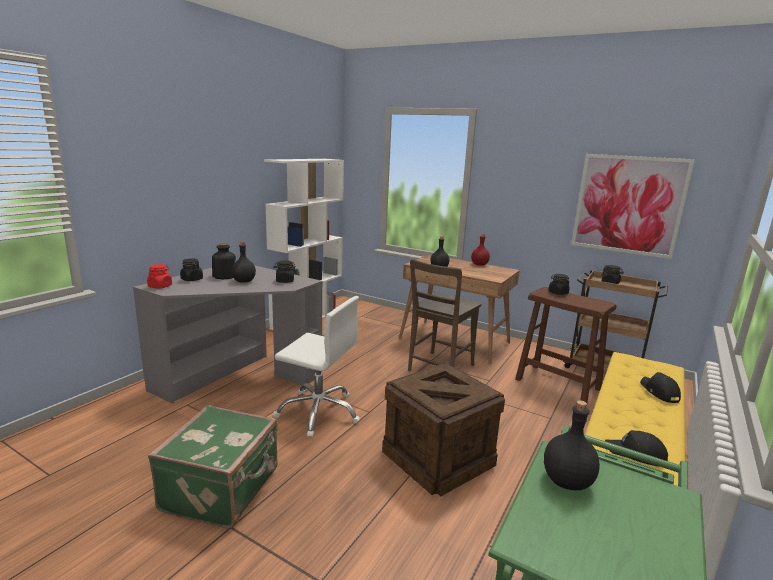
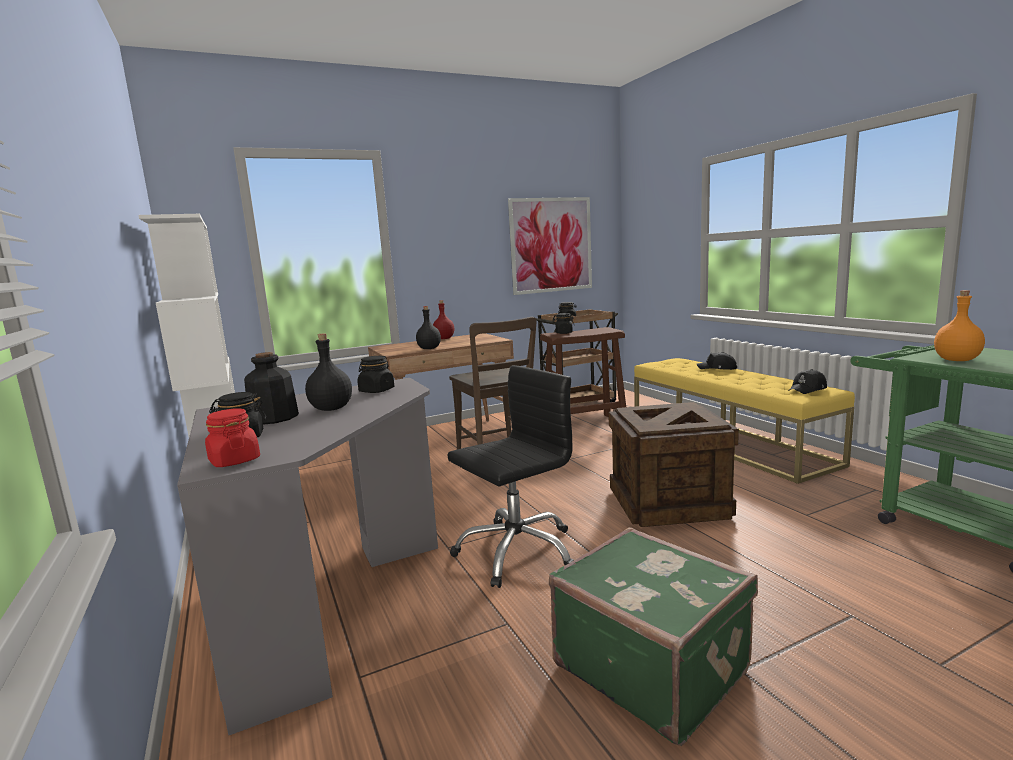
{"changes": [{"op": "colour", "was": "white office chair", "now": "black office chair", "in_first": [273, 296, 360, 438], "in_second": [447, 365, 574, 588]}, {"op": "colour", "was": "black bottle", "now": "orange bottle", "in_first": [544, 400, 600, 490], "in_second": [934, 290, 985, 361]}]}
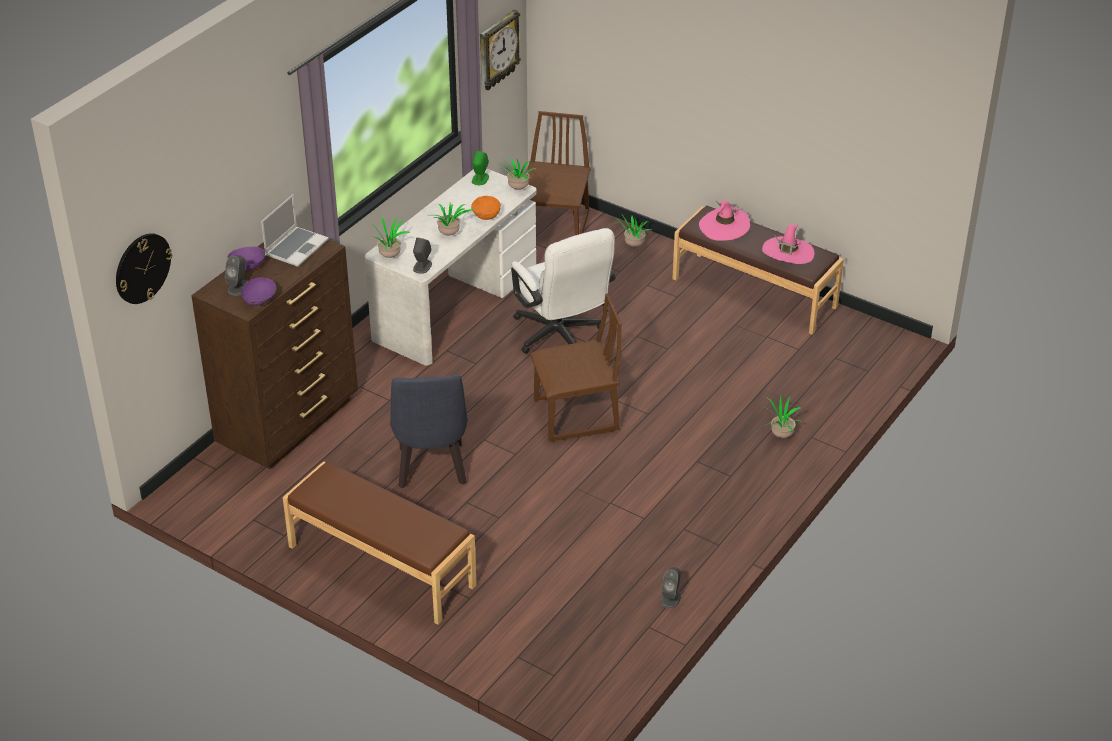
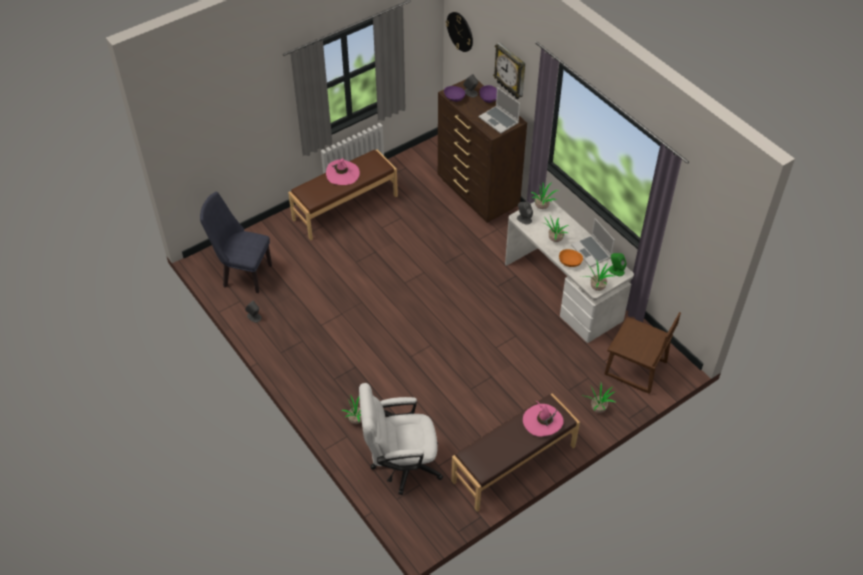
{"changes": [{"op": "missing", "was": "brown chair", "in_first": [530, 293, 622, 442]}, {"op": "appeared", "now": "laptop", "in_second": [571, 218, 615, 267]}, {"op": "relocated", "was": "blue chair", "in_first": [390, 374, 468, 488], "in_second": [200, 192, 272, 293]}, {"op": "relocated", "was": "wall clock", "in_first": [480, 9, 521, 90], "in_second": [493, 42, 525, 99]}, {"op": "relocated", "was": "white office chair", "in_first": [511, 228, 616, 354], "in_second": [359, 383, 443, 495]}, {"op": "relocated", "was": "pink hat", "in_first": [762, 224, 814, 264], "in_second": [326, 157, 360, 185]}]}
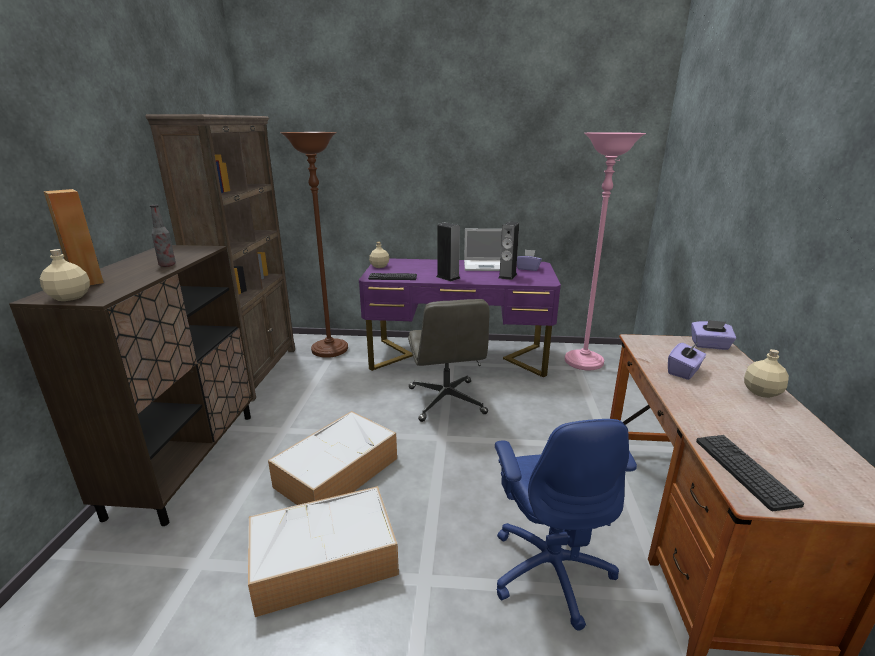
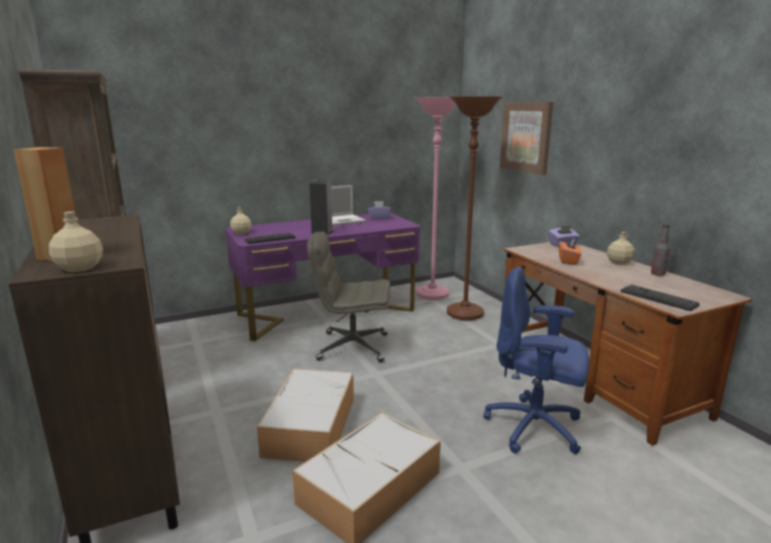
{"changes": [{"op": "missing", "was": "speaker", "in_first": [499, 221, 519, 280]}, {"op": "appeared", "now": "picture", "in_second": [500, 102, 553, 175]}, {"op": "relocated", "was": "bottle", "in_first": [150, 205, 176, 267], "in_second": [651, 224, 670, 276]}, {"op": "relocated", "was": "brown floor lamp", "in_first": [280, 132, 348, 358], "in_second": [447, 96, 503, 321]}, {"op": "colour", "was": "purple tissue box", "now": "orange tissue box", "in_first": [668, 343, 706, 380], "in_second": [559, 238, 581, 264]}, {"op": "spun", "was": "grey office chair", "in_first": [408, 299, 490, 422], "in_second": [307, 232, 391, 362], "clockwise": 135}, {"op": "spun", "was": "blue office chair", "in_first": [495, 419, 637, 631], "in_second": [483, 267, 589, 454], "clockwise": 150}]}
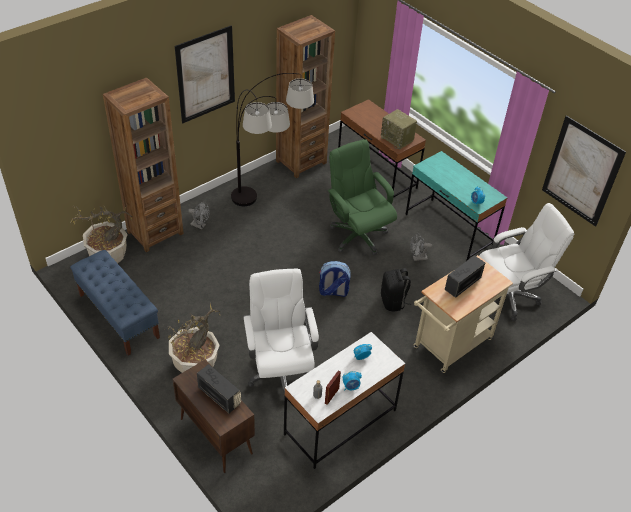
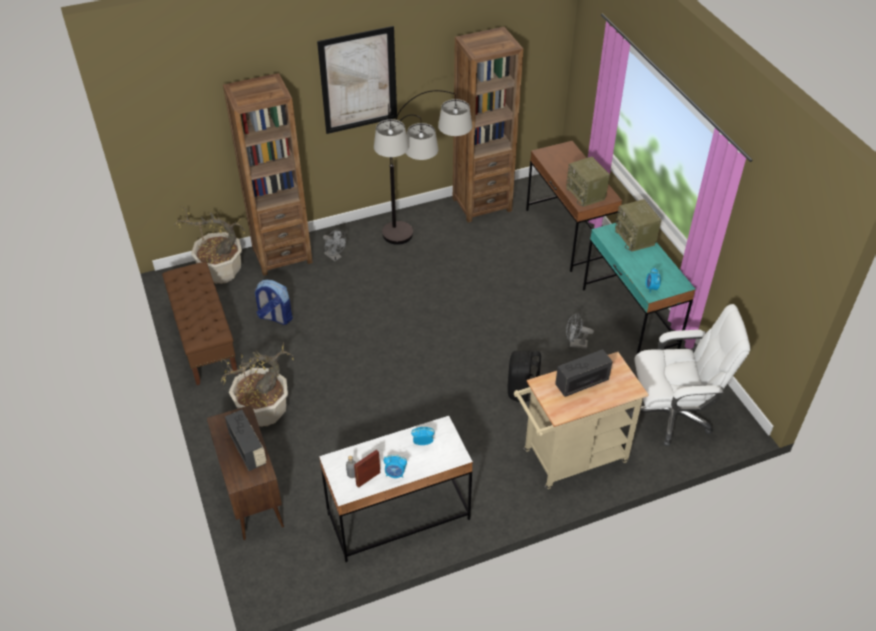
{"changes": [{"op": "missing", "was": "white office chair", "in_first": [243, 269, 319, 402]}, {"op": "missing", "was": "green office chair", "in_first": [327, 139, 397, 255]}, {"op": "missing", "was": "picture", "in_first": [542, 115, 626, 227]}, {"op": "appeared", "now": "radio", "in_second": [615, 199, 661, 252]}, {"op": "relocated", "was": "backpack", "in_first": [319, 261, 351, 297], "in_second": [255, 280, 293, 325]}, {"op": "colour", "was": "blue bench", "now": "brown bench", "in_first": [70, 250, 160, 356], "in_second": [162, 262, 238, 385]}]}
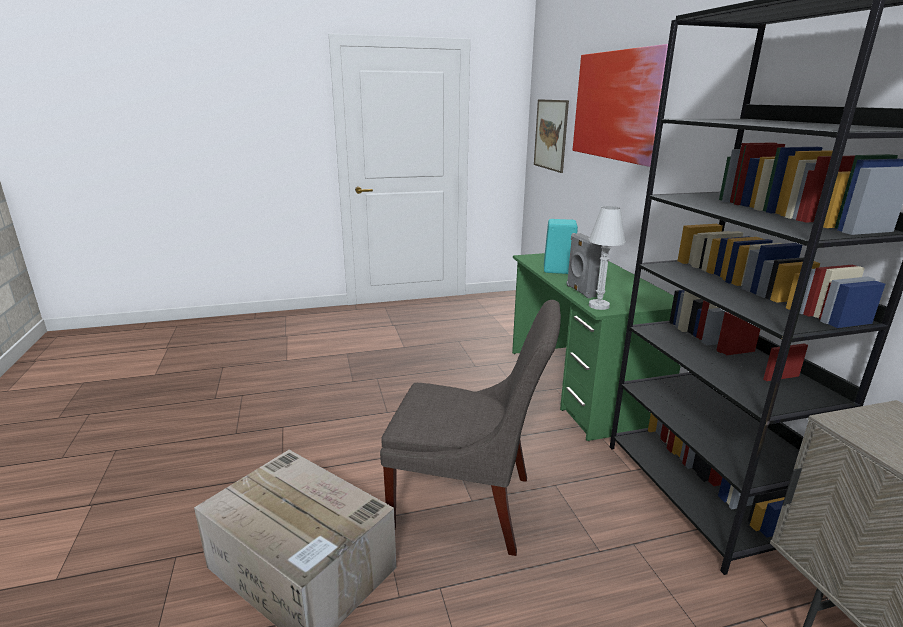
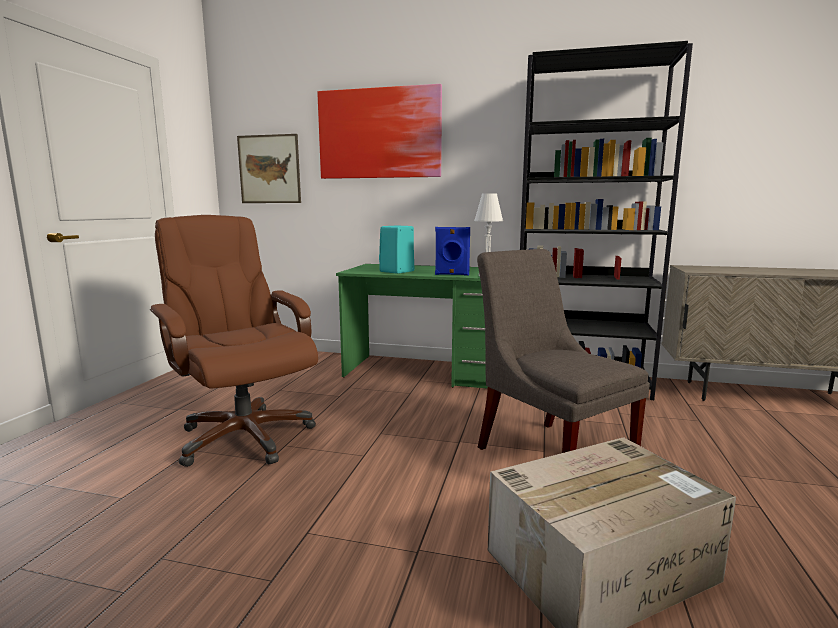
{"changes": [{"op": "appeared", "now": "brown office chair", "in_second": [150, 215, 318, 467]}, {"op": "colour", "was": "grey speaker", "now": "blue speaker", "in_first": [566, 233, 602, 298], "in_second": [435, 227, 470, 276]}, {"op": "spun", "was": "grey chair", "in_first": [380, 300, 561, 556], "in_second": [477, 249, 650, 453], "clockwise": -75}]}
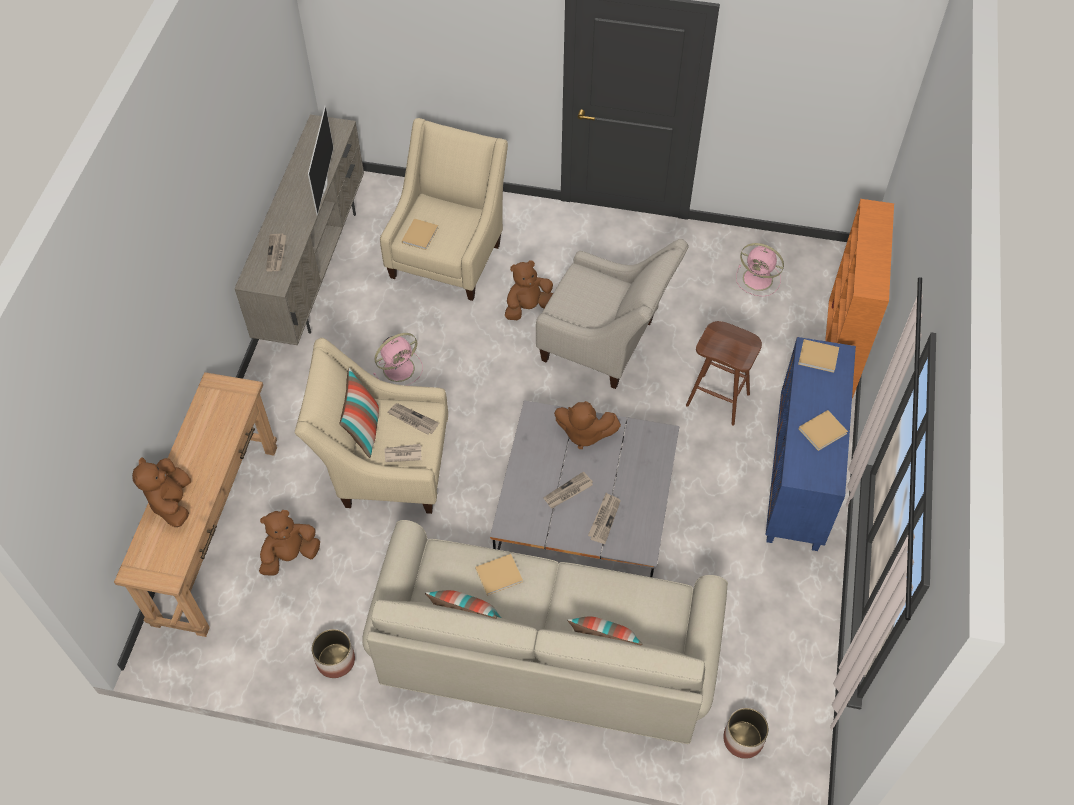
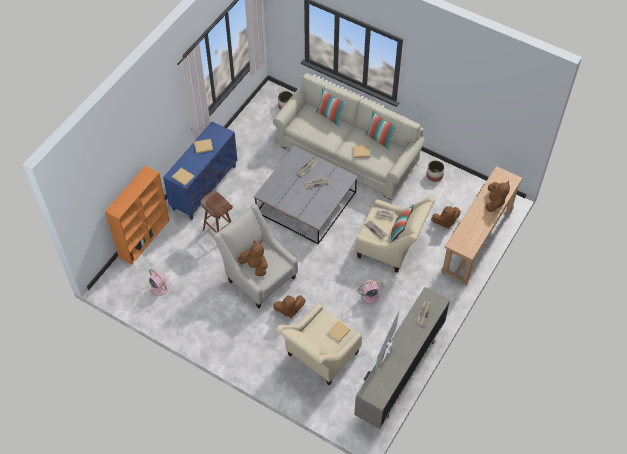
{"changes": [{"op": "relocated", "was": "brown plush toy", "in_first": [554, 401, 621, 449], "in_second": [238, 241, 268, 276]}]}
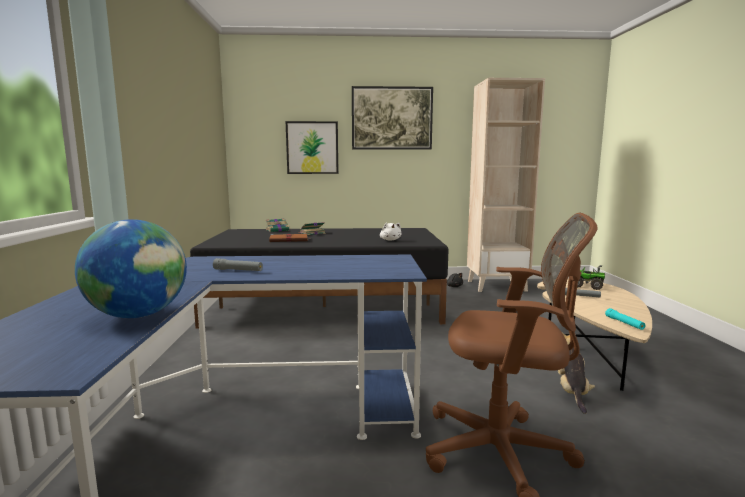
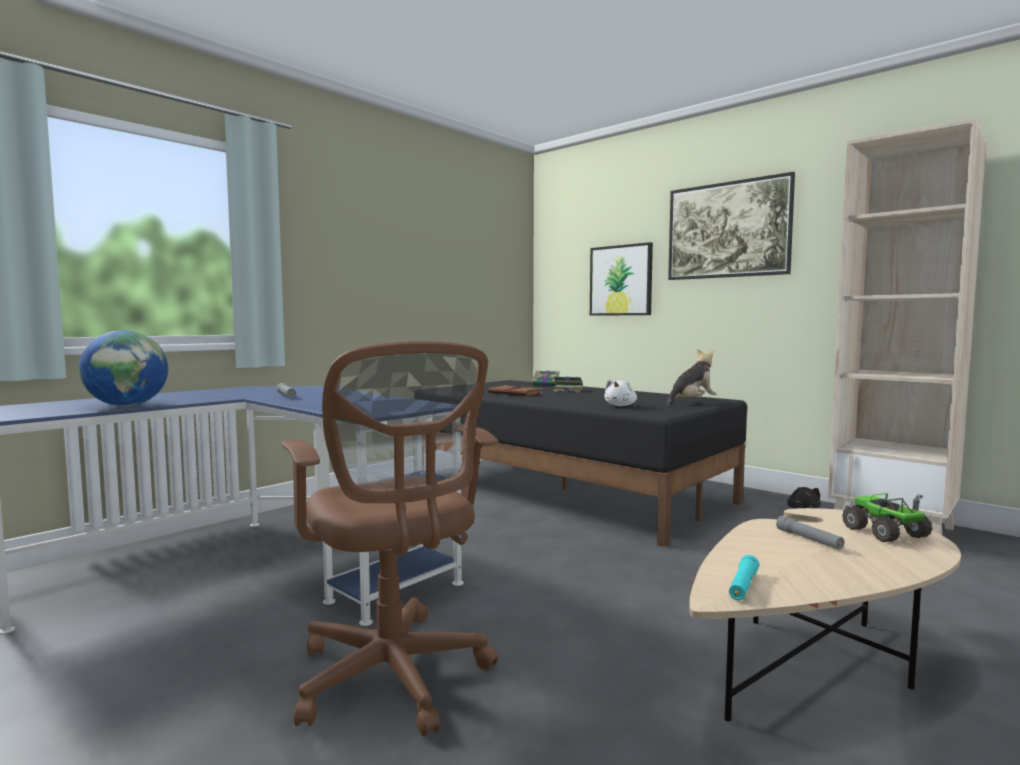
{"changes": [{"op": "relocated", "was": "plush toy", "in_first": [558, 333, 595, 414], "in_second": [667, 349, 717, 406]}]}
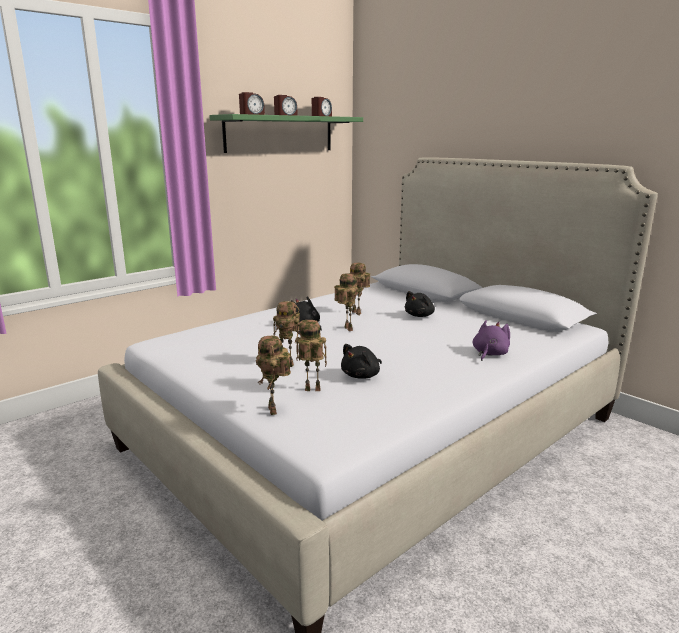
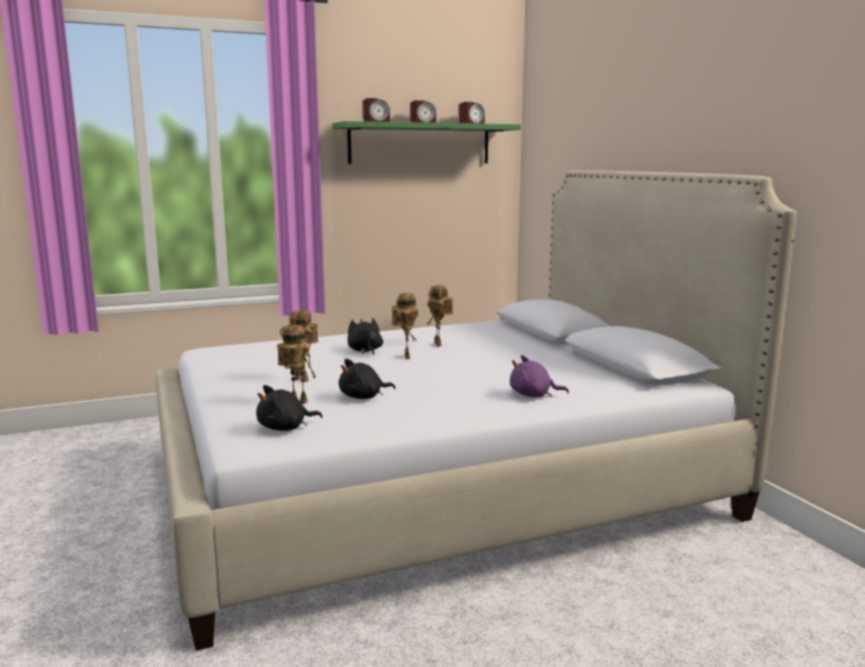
{"changes": [{"op": "missing", "was": "toy robot", "in_first": [256, 336, 291, 415]}, {"op": "relocated", "was": "black plush toy", "in_first": [405, 291, 435, 317], "in_second": [256, 385, 323, 431]}, {"op": "spun", "was": "purple plush toy", "in_first": [473, 320, 510, 361], "in_second": [510, 355, 569, 397], "clockwise": -135}]}
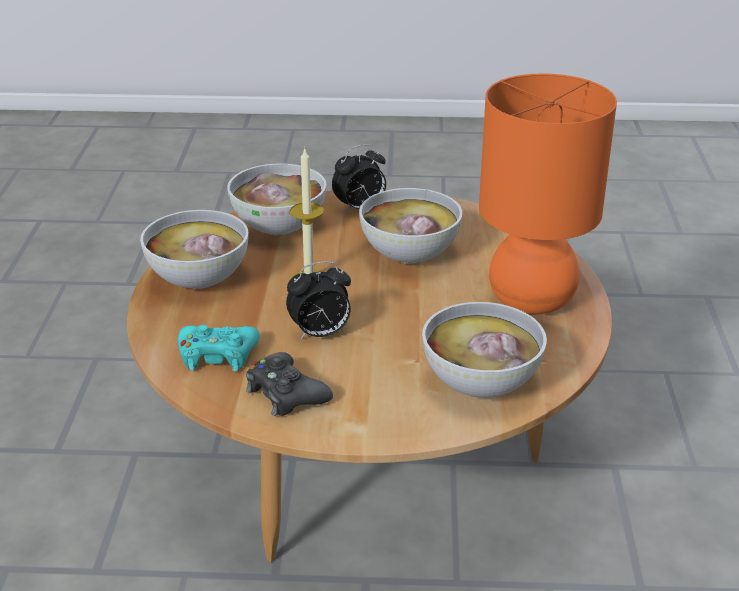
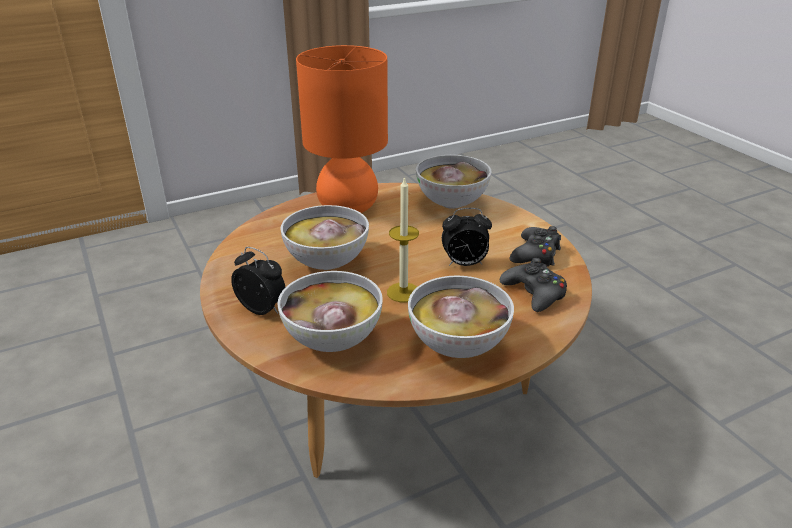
{"changes": [{"op": "colour", "was": "turquoise game controller", "now": "black game controller", "in_first": [178, 325, 260, 371], "in_second": [500, 258, 567, 312]}, {"op": "spun", "was": "alarm clock", "in_first": [286, 261, 351, 339], "in_second": [442, 208, 492, 266], "clockwise": 135}]}
